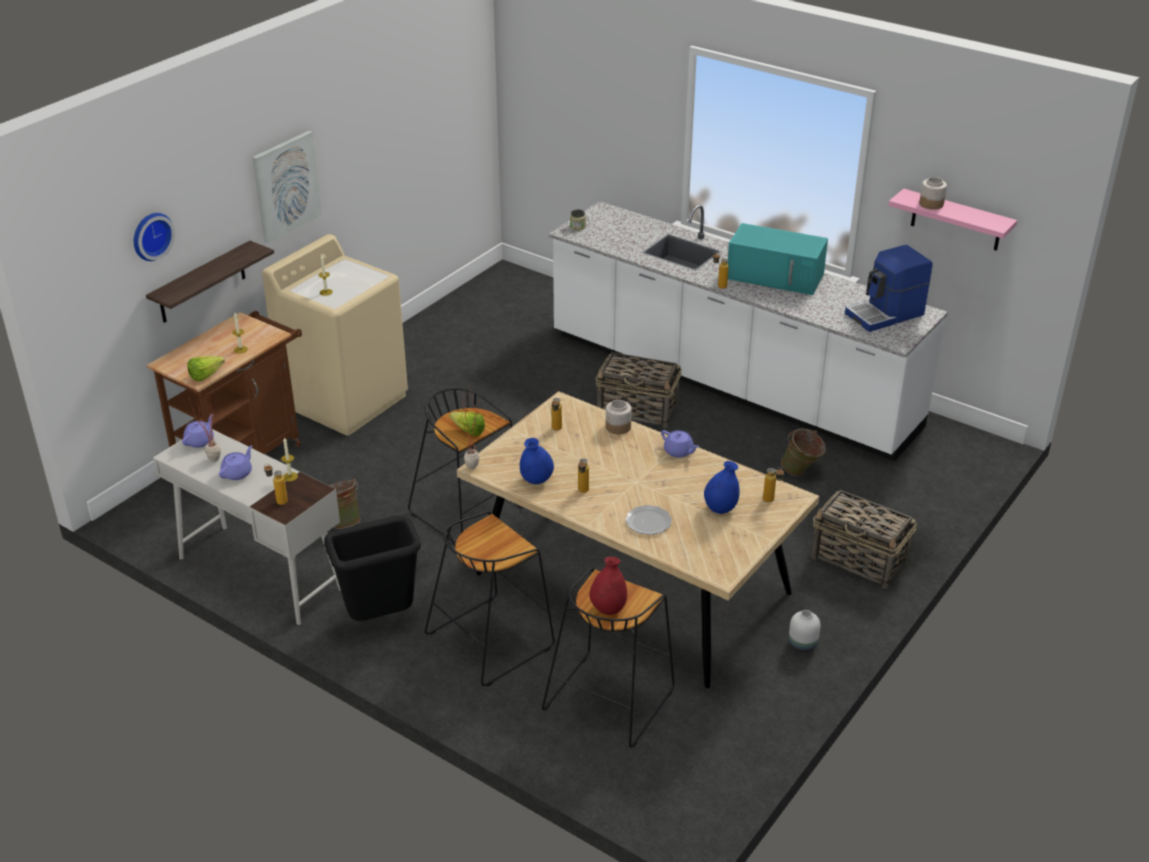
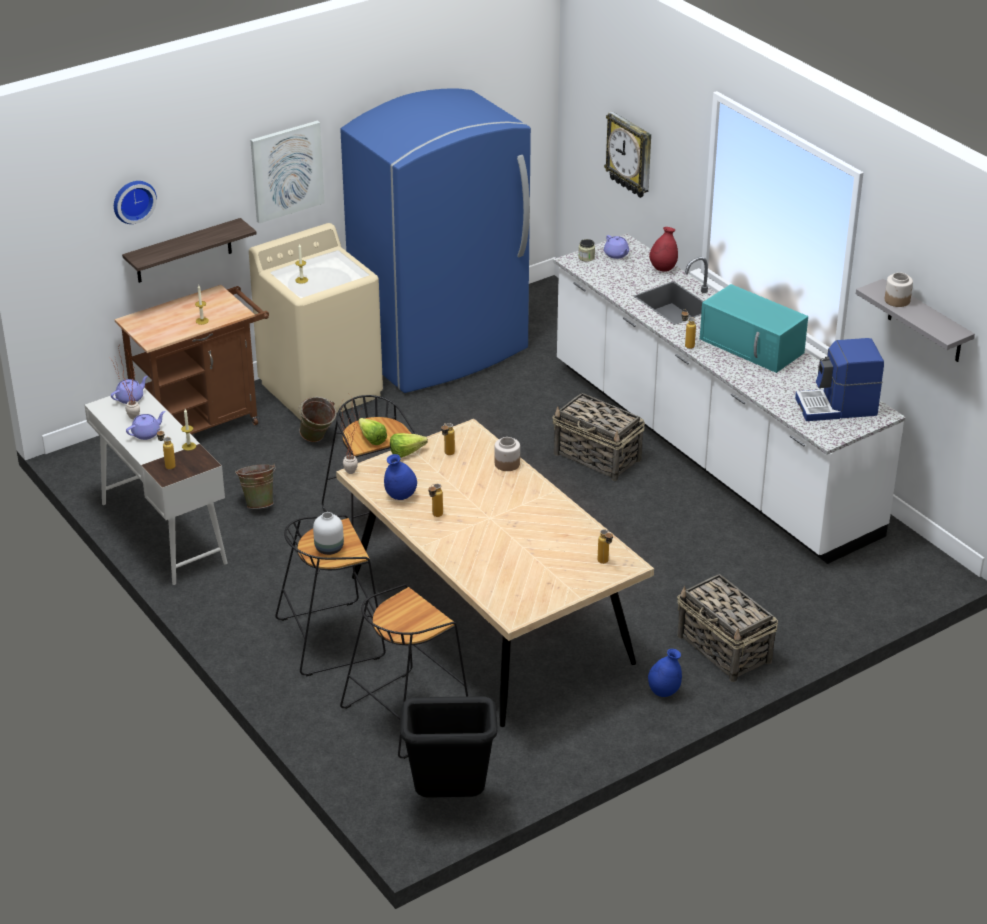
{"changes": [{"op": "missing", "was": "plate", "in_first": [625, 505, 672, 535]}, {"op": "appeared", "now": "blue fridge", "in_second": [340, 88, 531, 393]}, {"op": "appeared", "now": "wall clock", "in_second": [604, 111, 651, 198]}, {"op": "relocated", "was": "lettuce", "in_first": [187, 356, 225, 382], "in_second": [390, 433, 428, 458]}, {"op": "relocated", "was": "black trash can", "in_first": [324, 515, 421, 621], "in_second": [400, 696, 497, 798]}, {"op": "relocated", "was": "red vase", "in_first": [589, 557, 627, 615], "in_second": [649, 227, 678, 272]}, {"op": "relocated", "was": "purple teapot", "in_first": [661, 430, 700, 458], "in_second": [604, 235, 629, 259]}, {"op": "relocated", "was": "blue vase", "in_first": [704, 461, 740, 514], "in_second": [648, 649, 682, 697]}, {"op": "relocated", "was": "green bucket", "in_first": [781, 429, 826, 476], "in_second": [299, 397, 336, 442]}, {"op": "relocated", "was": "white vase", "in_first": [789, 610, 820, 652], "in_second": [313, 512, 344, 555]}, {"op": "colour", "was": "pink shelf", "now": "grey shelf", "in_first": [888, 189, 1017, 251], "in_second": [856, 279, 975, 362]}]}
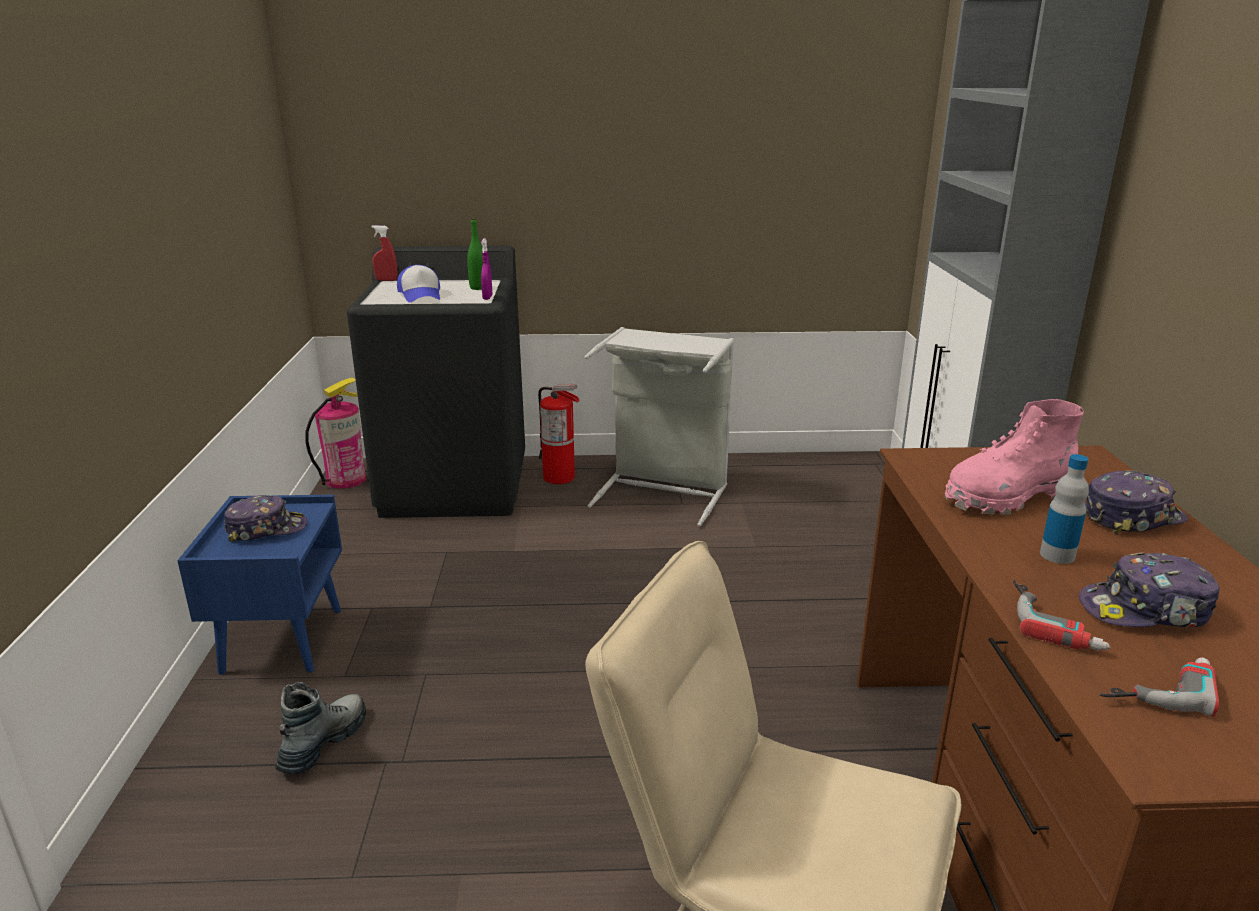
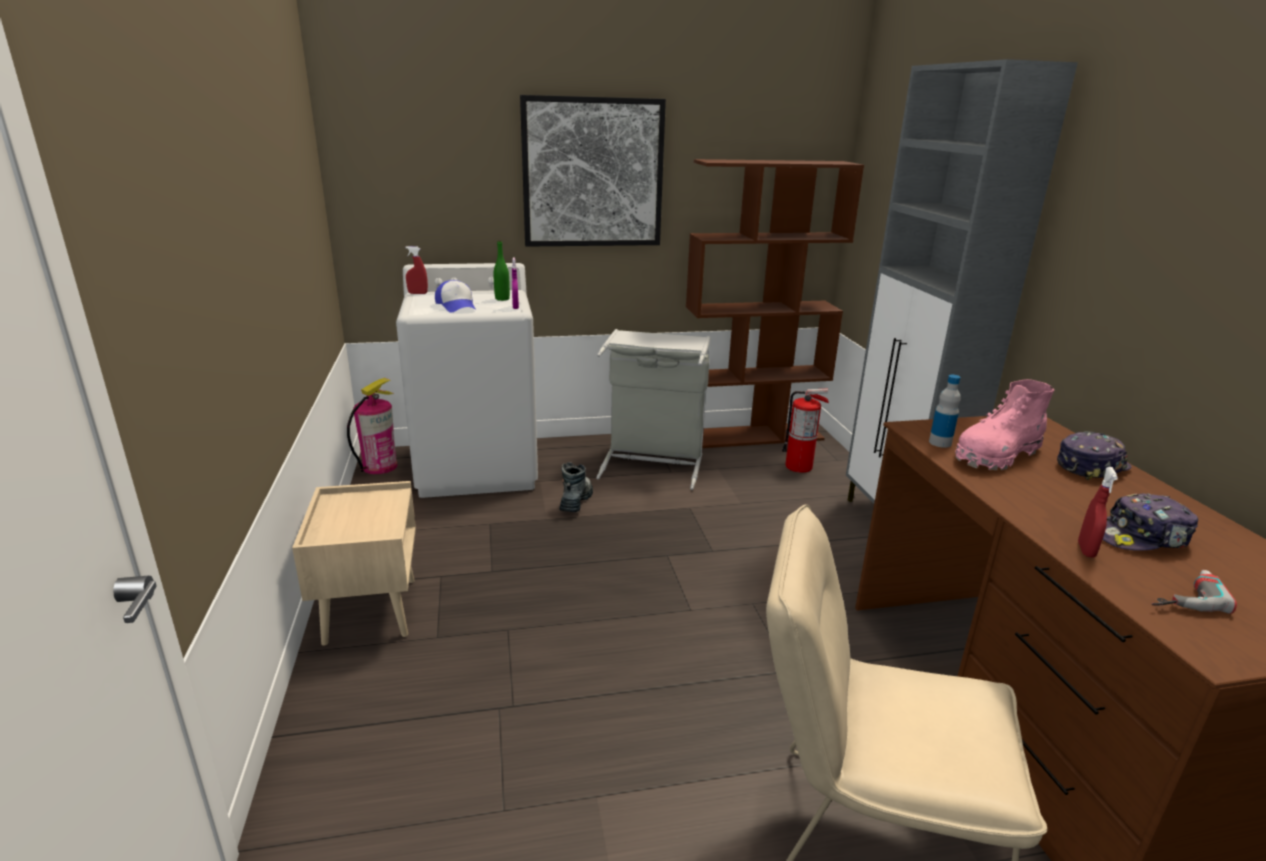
{"changes": [{"op": "missing", "was": "cap", "in_first": [224, 495, 307, 542]}, {"op": "appeared", "now": "picture", "in_second": [520, 95, 666, 247]}, {"op": "appeared", "now": "brown bookcase", "in_second": [686, 159, 864, 448]}, {"op": "relocated", "was": "boot", "in_first": [275, 682, 366, 774], "in_second": [559, 462, 593, 512]}, {"op": "relocated", "was": "fire extinguisher", "in_first": [538, 385, 580, 484], "in_second": [782, 389, 829, 473]}, {"op": "relocated", "was": "bottle", "in_first": [1040, 454, 1089, 564], "in_second": [929, 375, 961, 448]}, {"op": "exchanged", "was": "power drill", "now": "red spray bottle", "in_first": [1013, 579, 1111, 651], "in_second": [1078, 467, 1118, 557]}, {"op": "colour", "was": "blue nightstand", "now": "beige nightstand", "in_first": [177, 495, 342, 675], "in_second": [292, 481, 416, 646]}, {"op": "colour", "was": "black washing machine", "now": "white washing machine", "in_first": [347, 246, 525, 518], "in_second": [396, 263, 538, 498]}]}
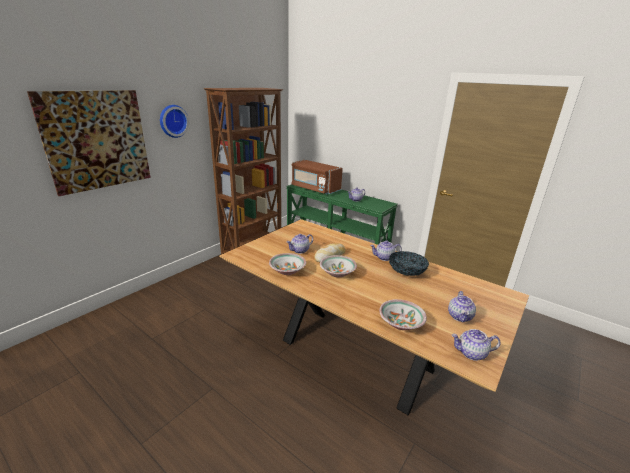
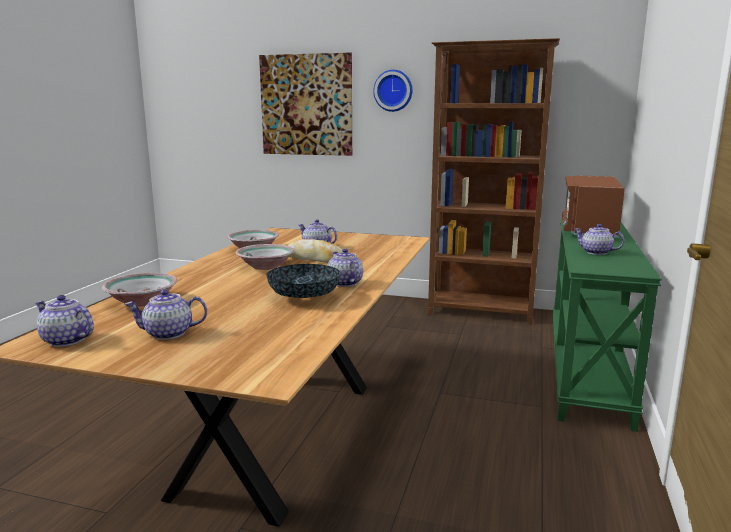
{"changes": [{"op": "spun", "was": "teapot", "in_first": [452, 329, 501, 361], "in_second": [35, 295, 94, 347], "clockwise": -45}]}
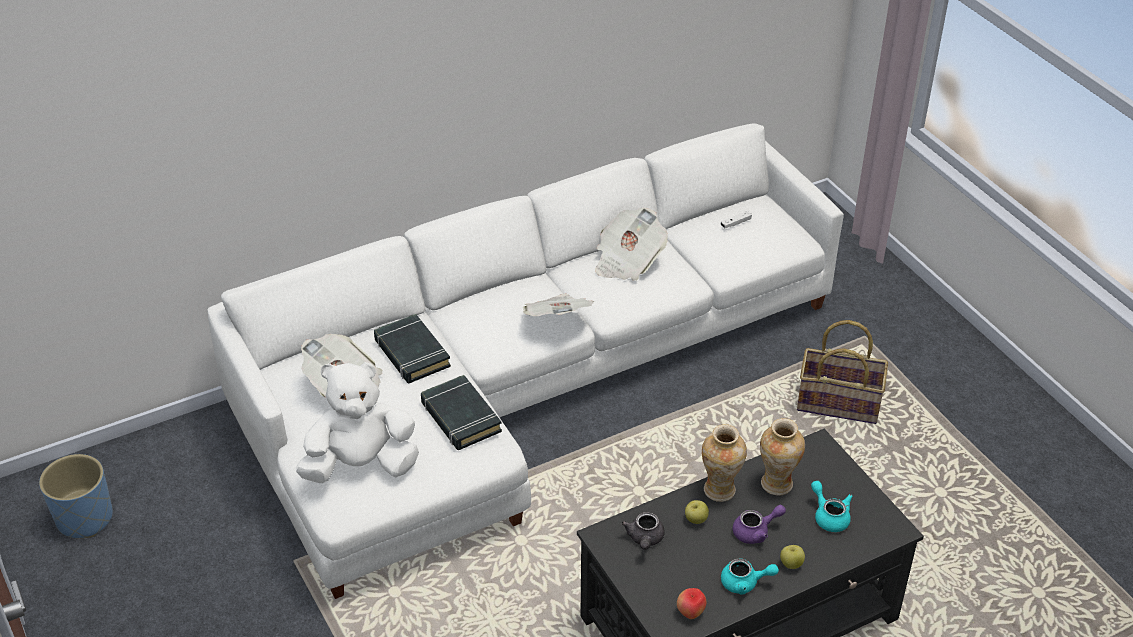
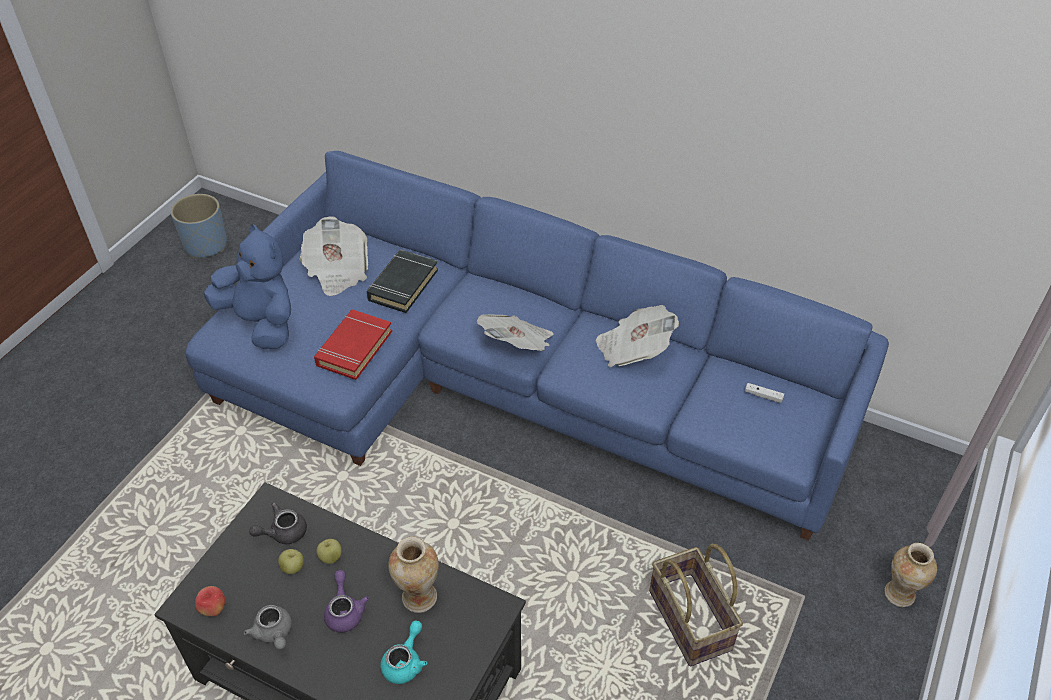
{"changes": [{"op": "relocated", "was": "vase", "in_first": [702, 424, 747, 502], "in_second": [884, 543, 937, 607]}, {"op": "relocated", "was": "apple", "in_first": [780, 545, 805, 569], "in_second": [278, 549, 304, 574]}, {"op": "colour", "was": "white sofa", "now": "blue sofa", "in_first": [207, 123, 844, 599], "in_second": [185, 151, 889, 541]}, {"op": "colour", "was": "white plush toy", "now": "blue plush toy", "in_first": [296, 362, 419, 483], "in_second": [204, 224, 291, 349]}, {"op": "colour", "was": "black book", "now": "red book", "in_first": [421, 375, 502, 450], "in_second": [314, 310, 392, 380]}, {"op": "colour", "was": "turquoise teapot", "now": "grey teapot", "in_first": [721, 558, 779, 594], "in_second": [244, 605, 292, 650]}, {"op": "spun", "was": "purple teapot", "in_first": [733, 505, 786, 544], "in_second": [324, 570, 369, 633], "clockwise": -135}]}
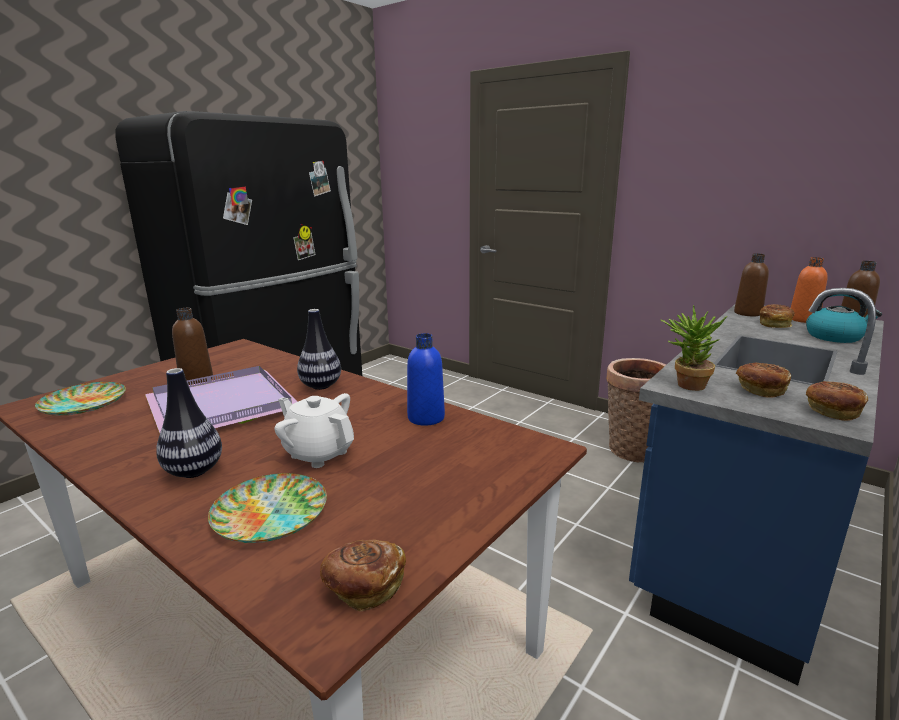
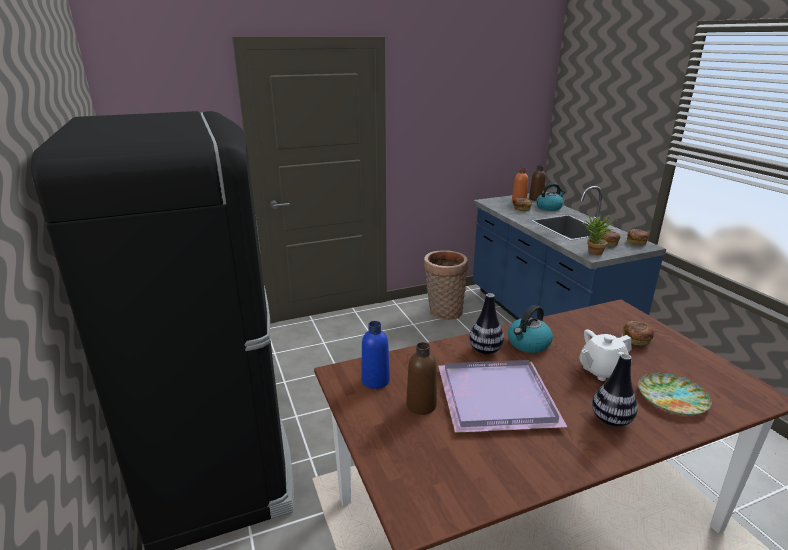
{"changes": [{"op": "missing", "was": "plate", "in_first": [35, 382, 126, 415]}, {"op": "missing", "was": "brown bottle", "in_first": [734, 253, 769, 316]}, {"op": "appeared", "now": "kettle", "in_second": [508, 305, 553, 353]}, {"op": "relocated", "was": "bread", "in_first": [320, 539, 406, 612], "in_second": [622, 320, 654, 346]}, {"op": "relocated", "was": "blue bottle", "in_first": [407, 333, 445, 426], "in_second": [361, 321, 390, 389]}]}
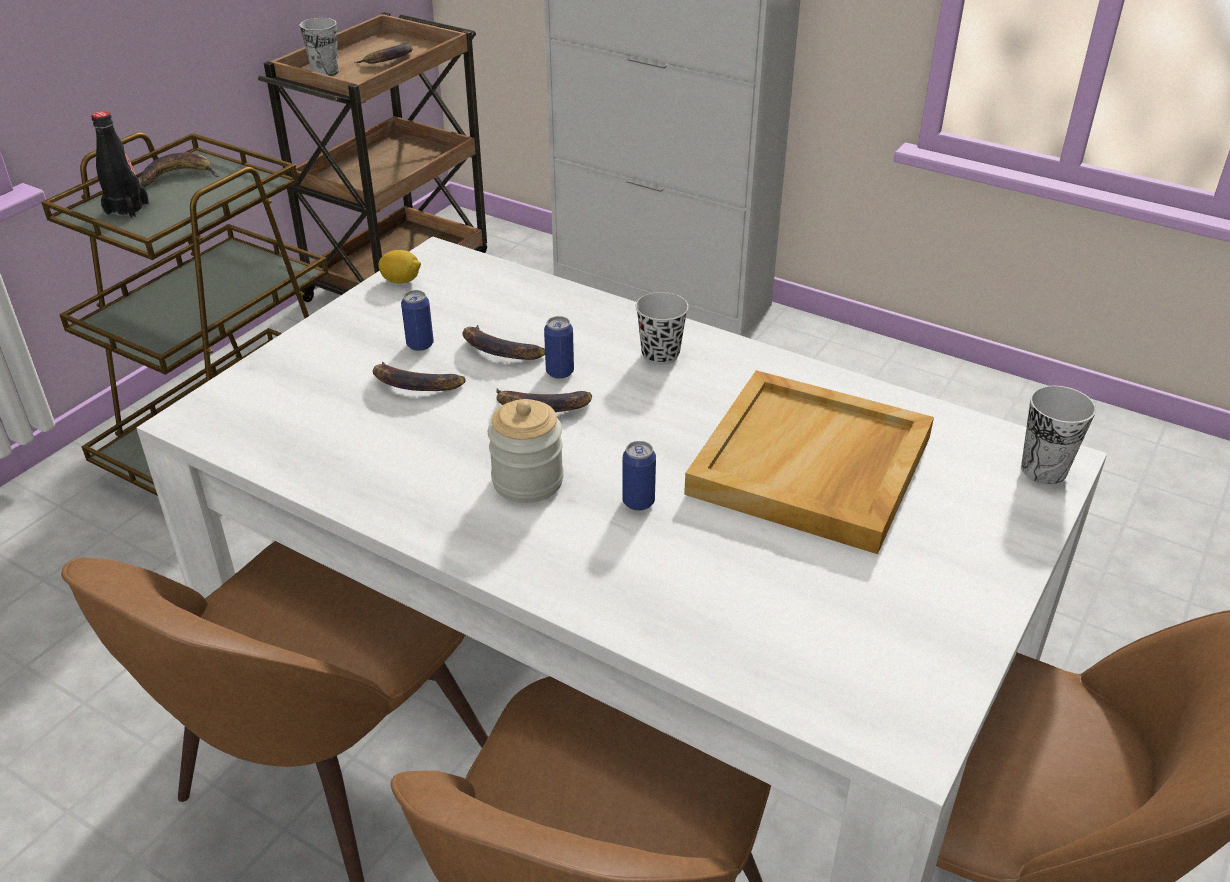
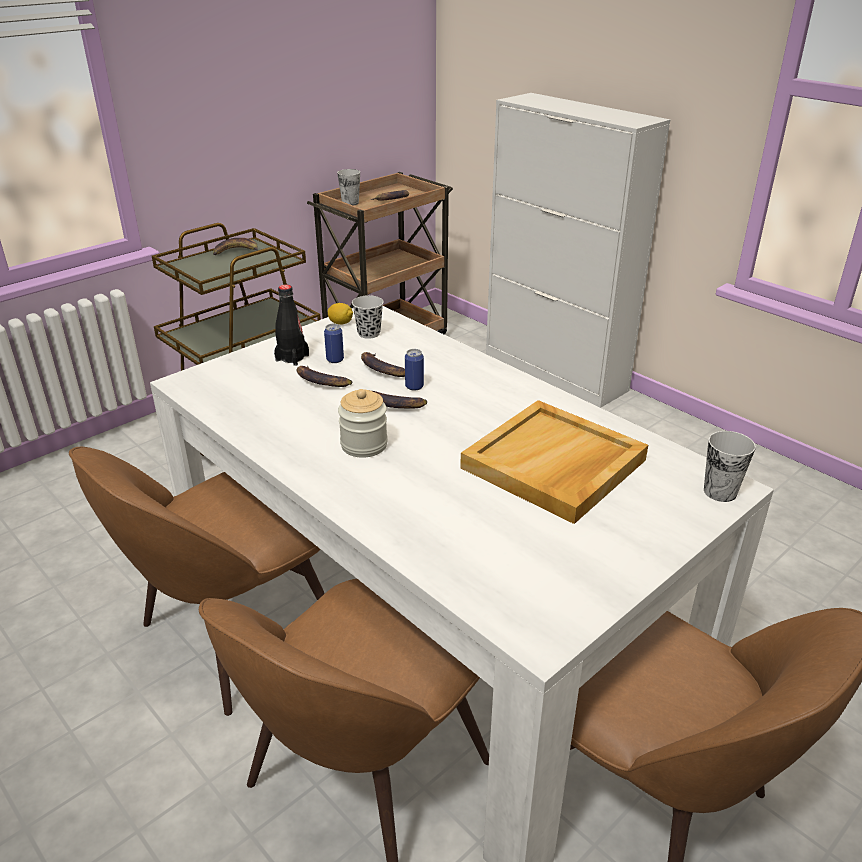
{"changes": [{"op": "missing", "was": "can", "in_first": [622, 441, 656, 511]}, {"op": "relocated", "was": "black bottle", "in_first": [91, 111, 149, 218], "in_second": [274, 284, 309, 366]}, {"op": "relocated", "was": "black cup", "in_first": [635, 292, 689, 365], "in_second": [352, 295, 384, 339]}]}
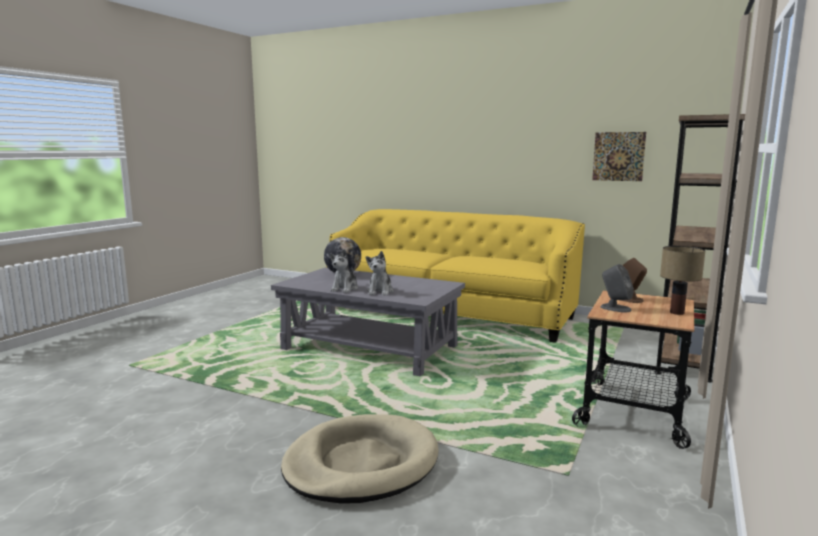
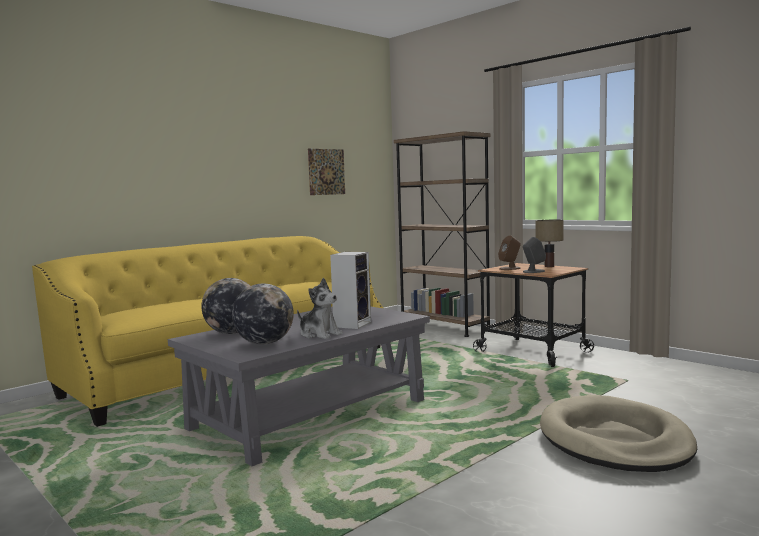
{"changes": [{"op": "appeared", "now": "globe", "in_second": [232, 284, 294, 345]}, {"op": "exchanged", "was": "plush toy", "now": "speaker", "in_first": [366, 251, 394, 295], "in_second": [330, 252, 371, 329]}]}
